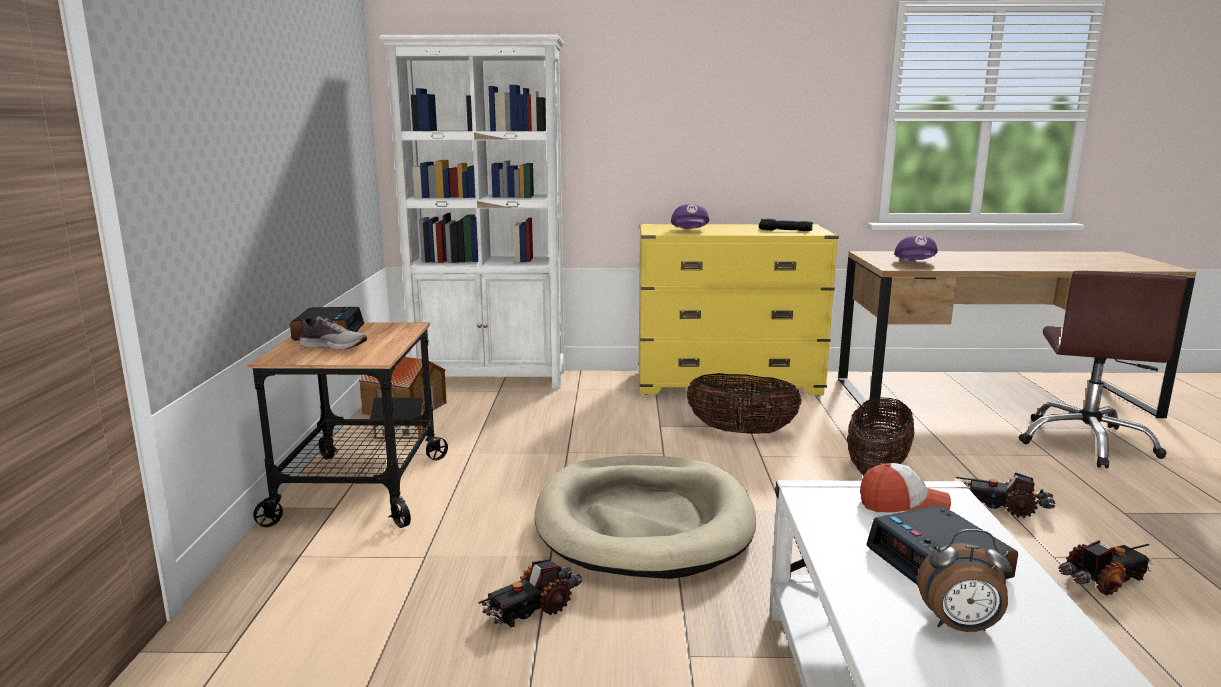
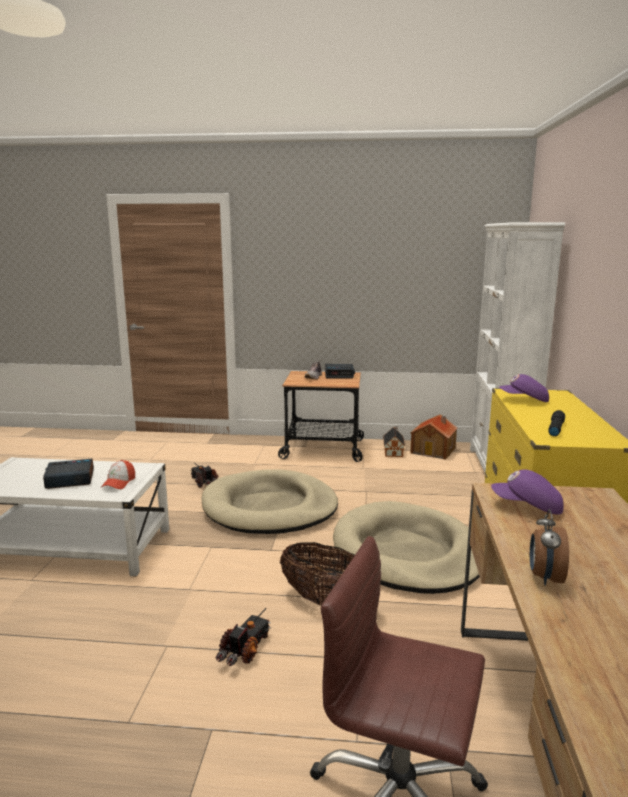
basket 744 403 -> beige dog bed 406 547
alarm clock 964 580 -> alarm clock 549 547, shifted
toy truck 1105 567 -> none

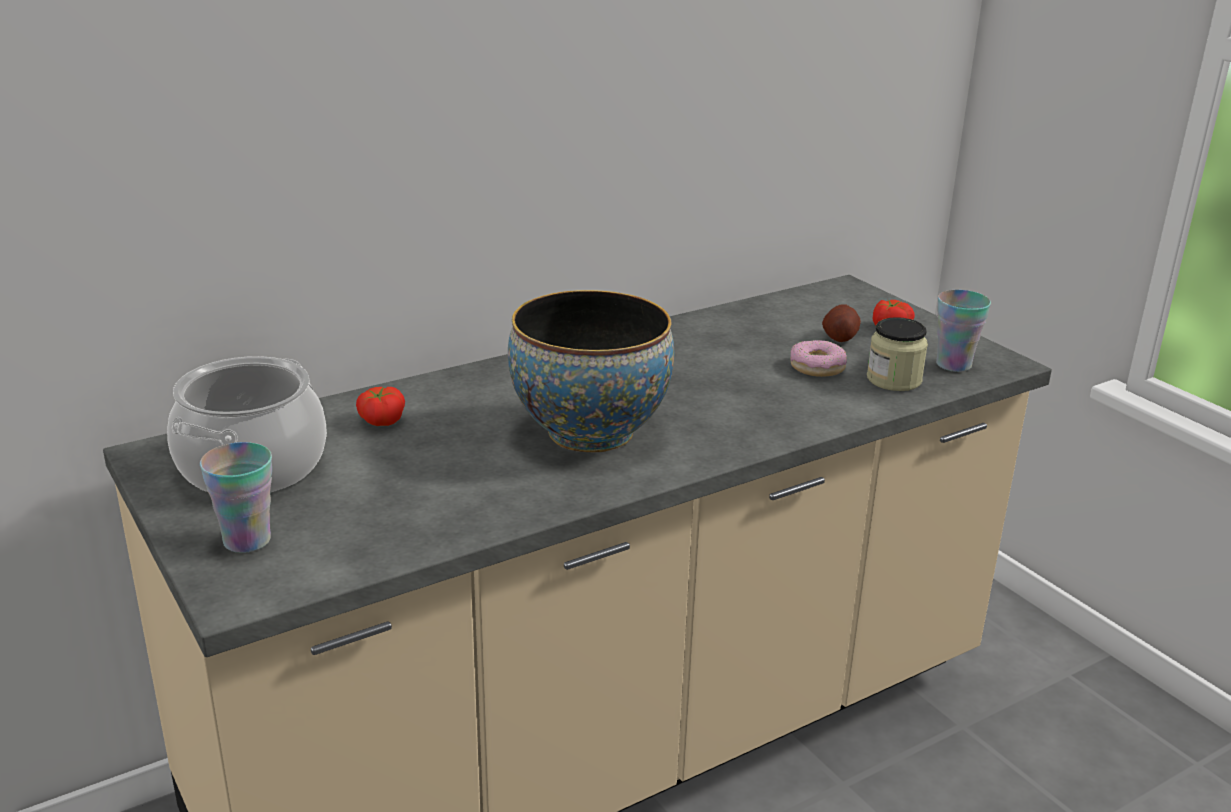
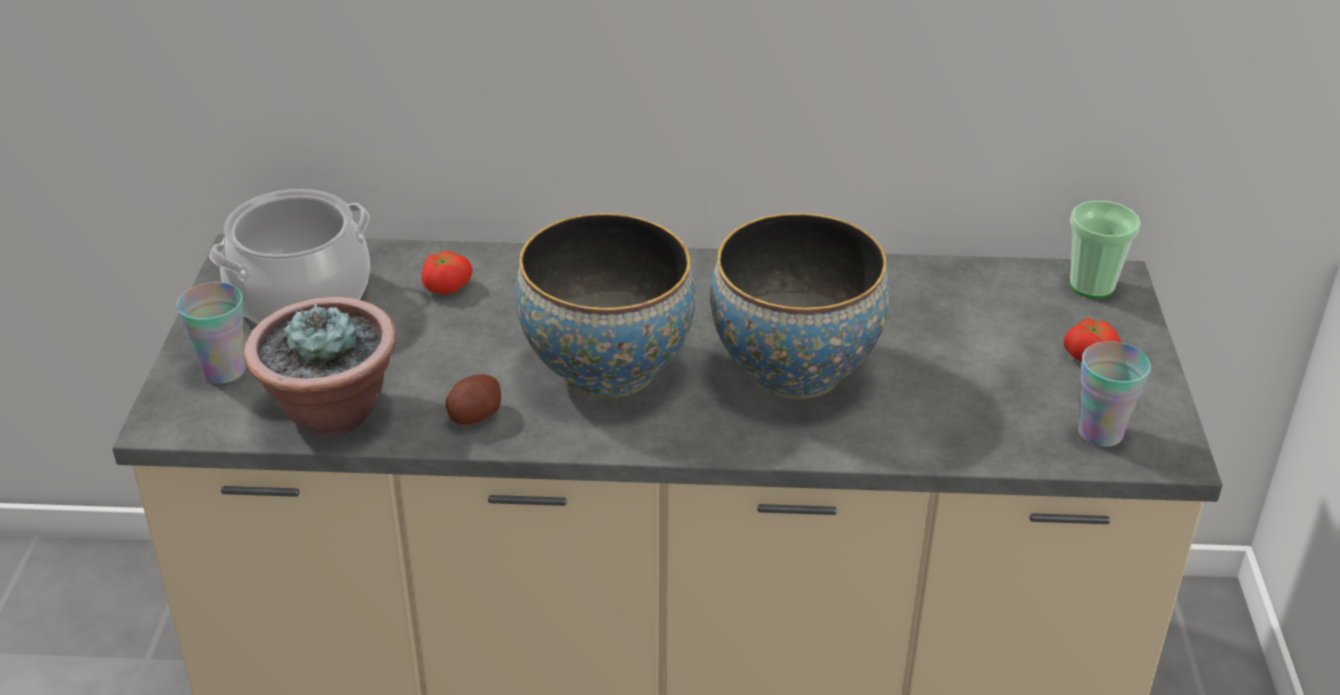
donut 819 358 -> none
potato 841 323 -> potato 473 399, shifted
jar 897 354 -> none
none -> potted plant 320 366
none -> bowl 800 306
none -> cup 1105 250

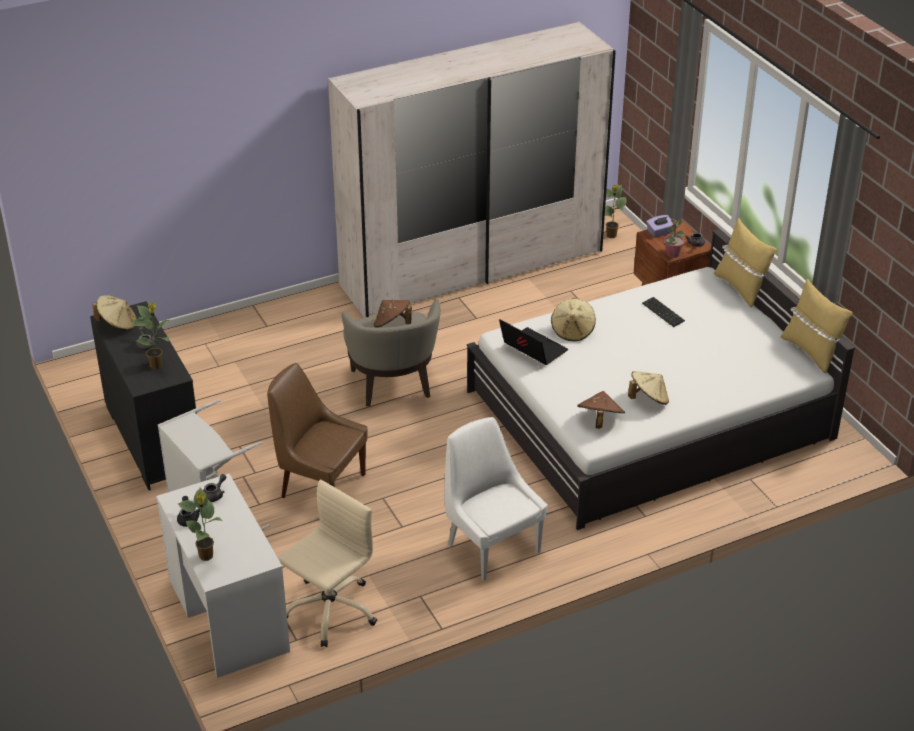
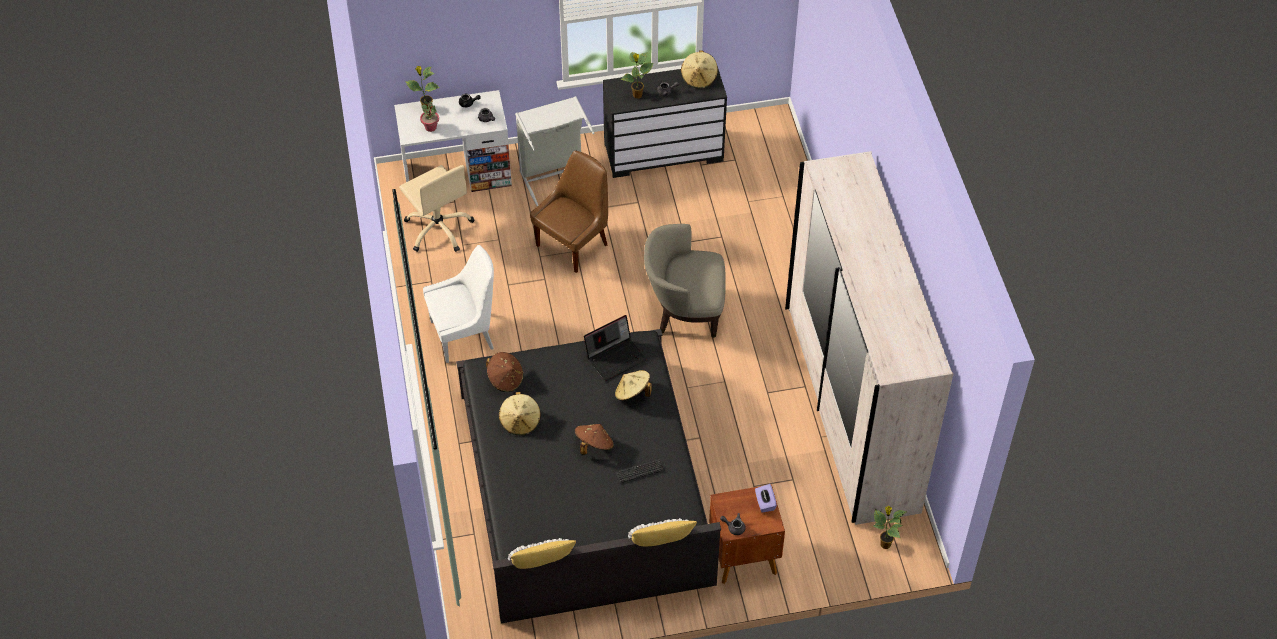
brown hat 393 314 -> brown hat 594 439, shifted
white bed 661 379 -> black bed 588 476
potted plant 674 238 -> potted plant 429 116, shifted

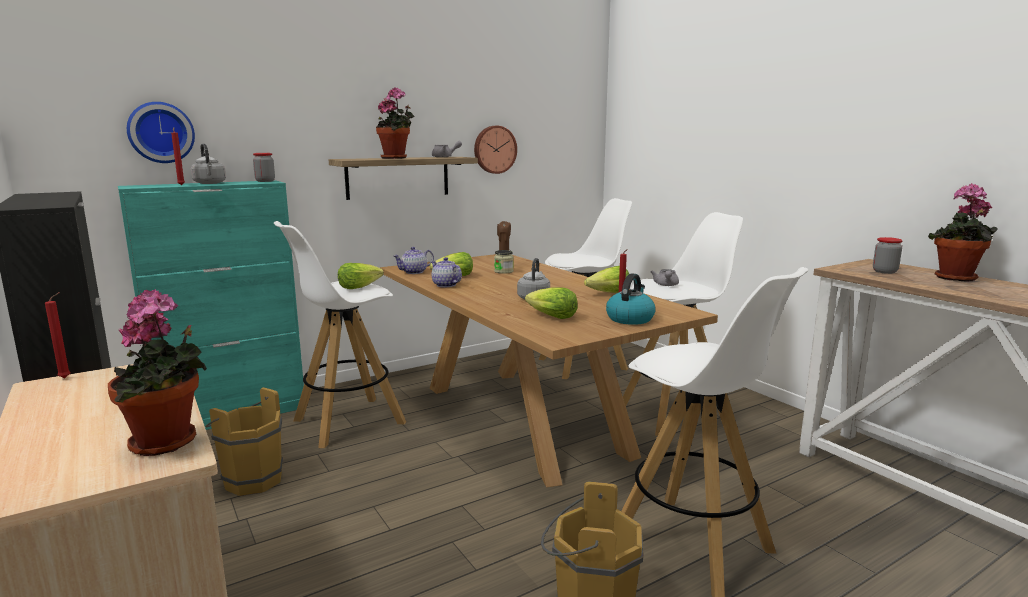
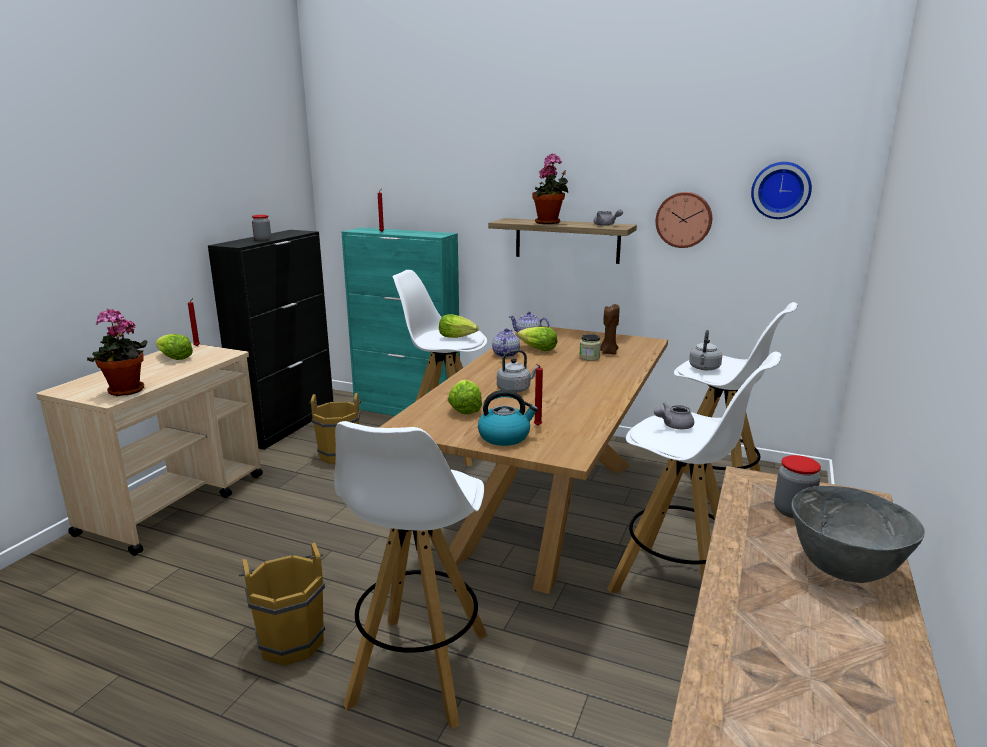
wall clock 161 132 -> wall clock 781 190, shifted
grey kettle 208 164 -> grey kettle 705 350, shifted
jar 264 167 -> jar 261 228, shifted
lettuce 606 279 -> lettuce 174 347, shifted
potted plant 963 232 -> grey bowl 858 534

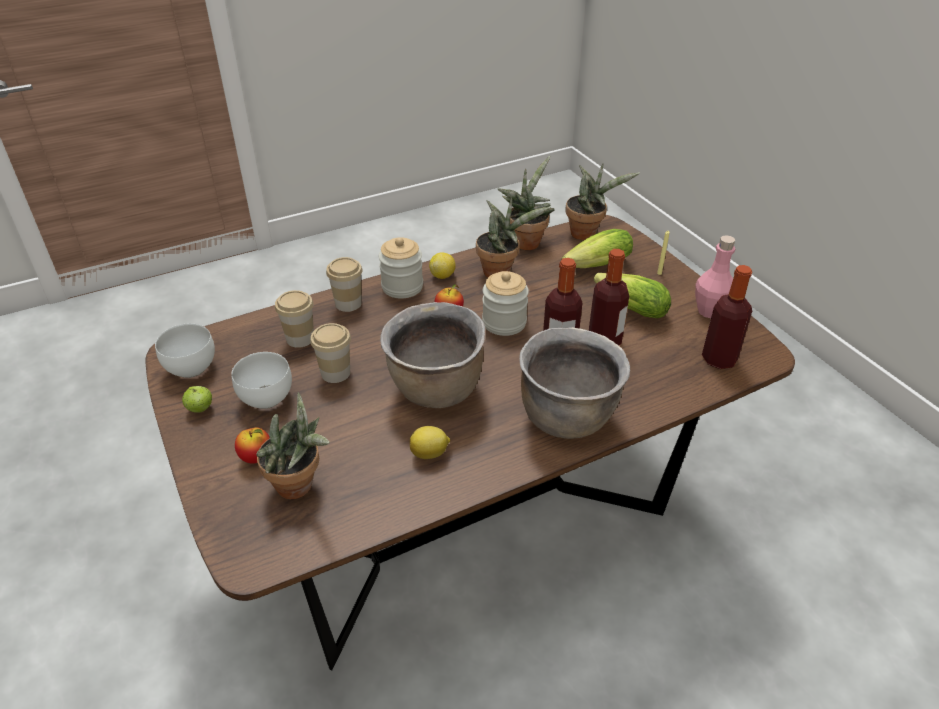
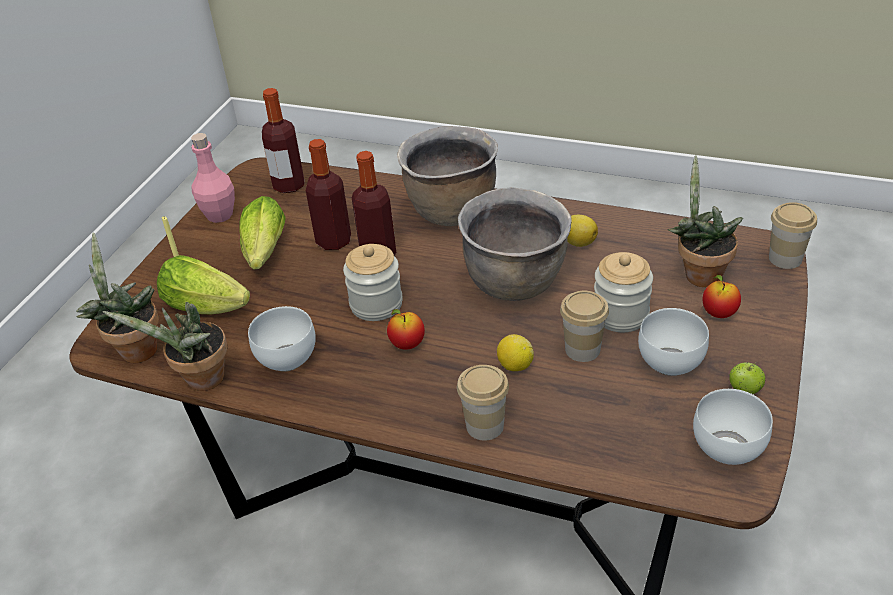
cup 294 319 -> cup 793 235, shifted
jar 401 268 -> jar 623 292, shifted
lemon 442 265 -> lemon 515 352, shifted
potted plant 513 238 -> white bowl 282 339

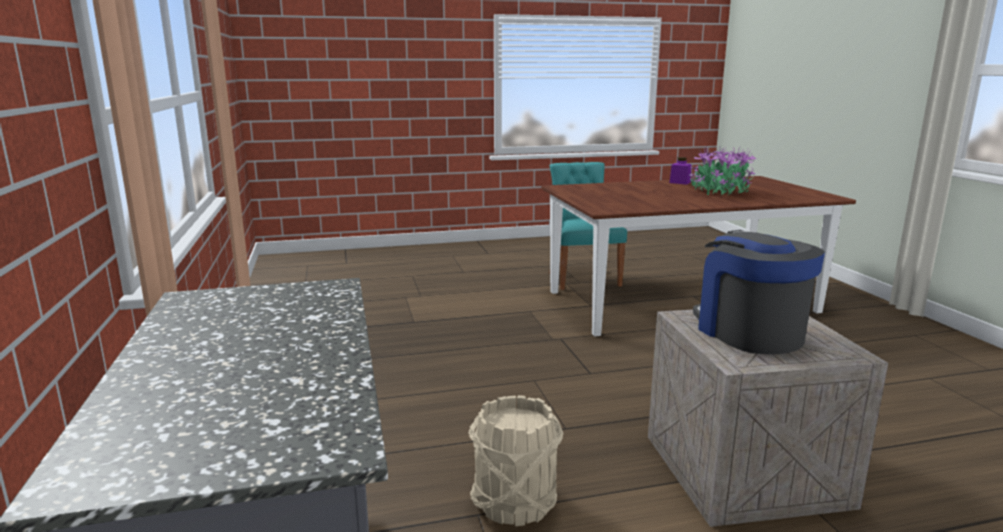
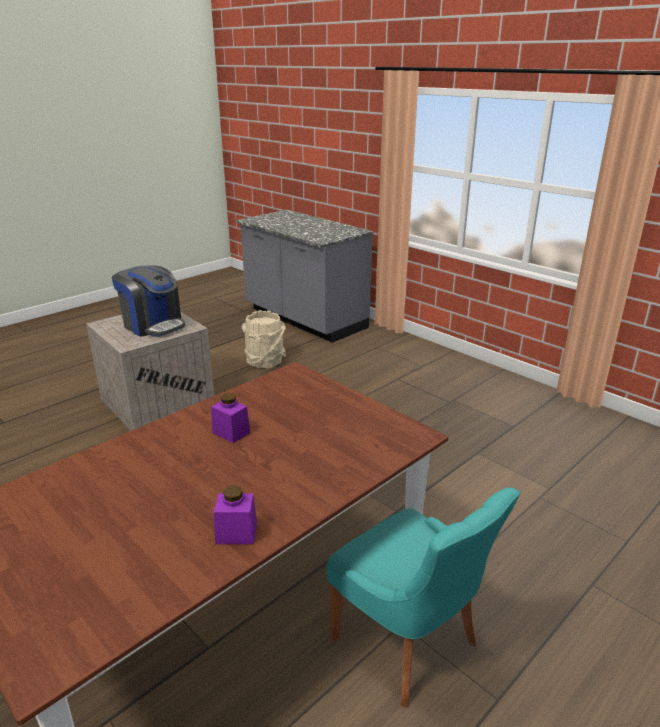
potted plant 723 170 -> none
none -> purple jar 230 418

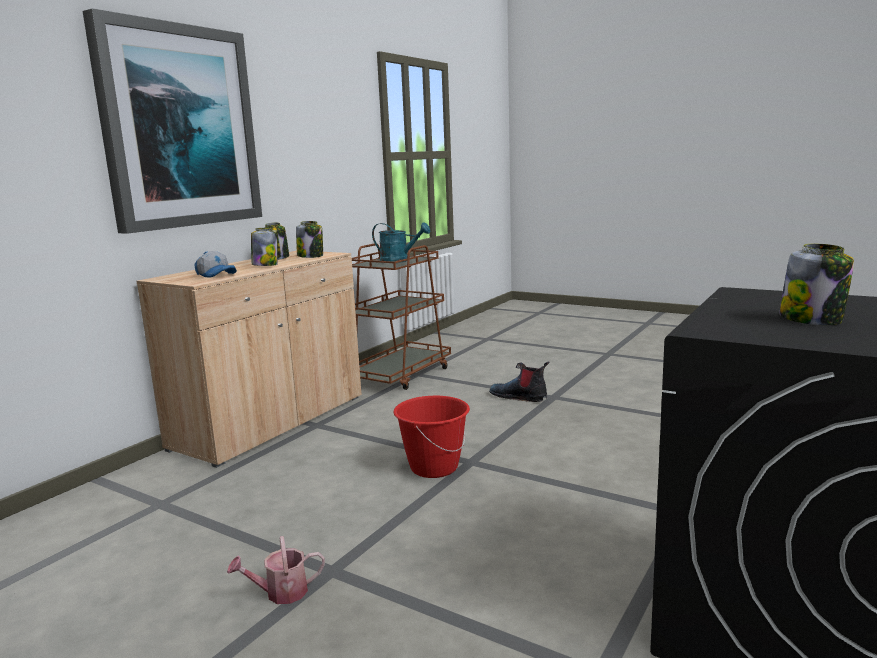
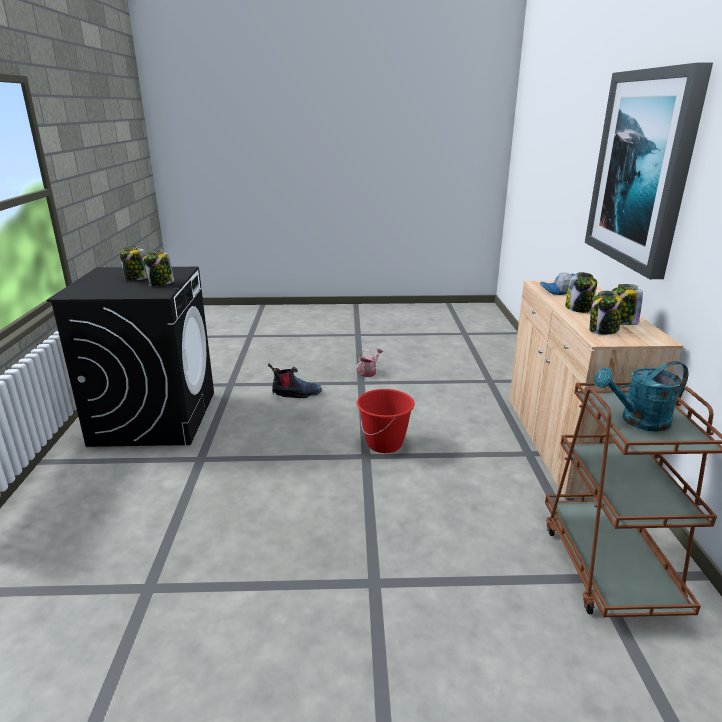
boot 519 381 -> boot 295 380, shifted
none -> jar 159 268

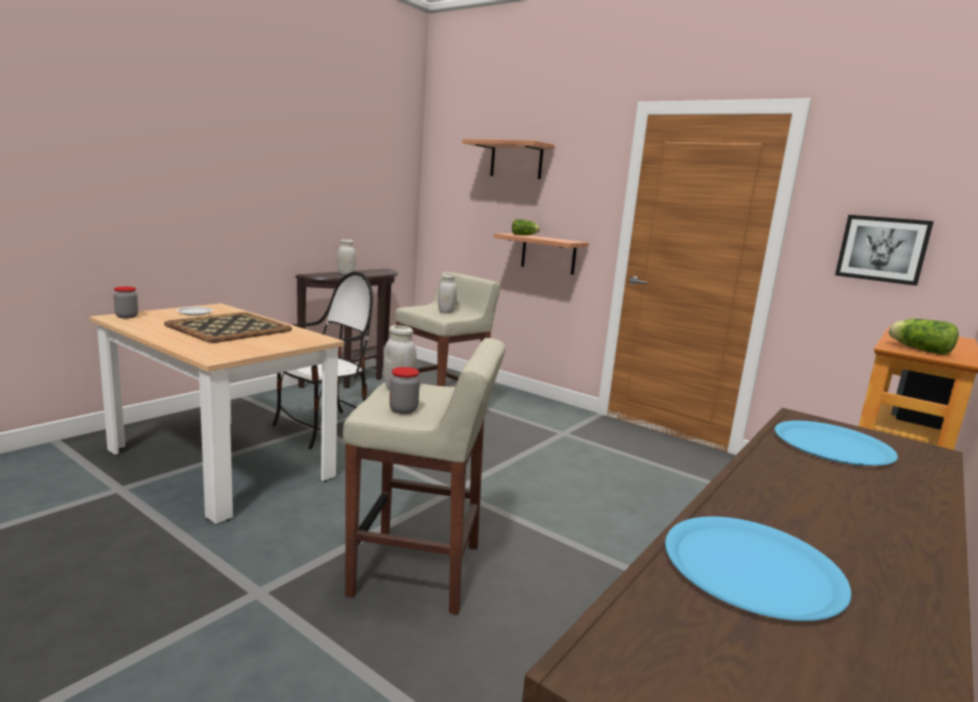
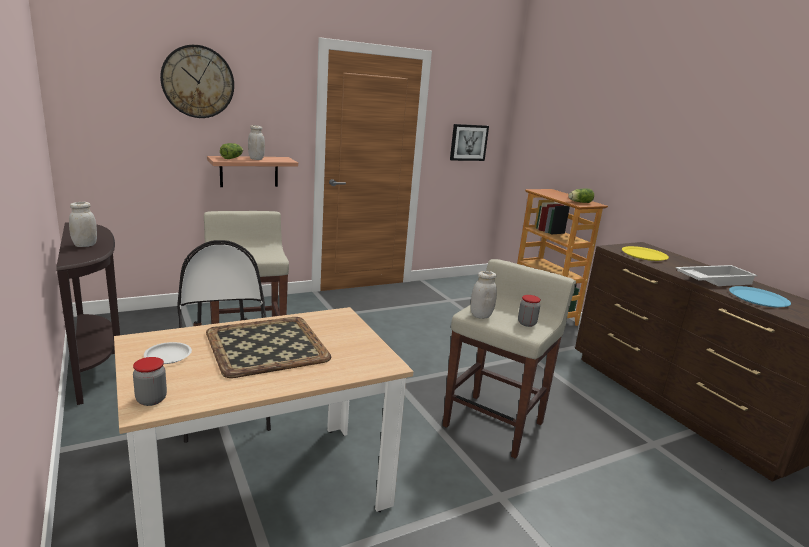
white jar 447 294 -> white jar 256 142, shifted
shelf 508 159 -> wall clock 197 81
blue plate 836 443 -> yellow plate 645 253
none -> white tray 716 275

